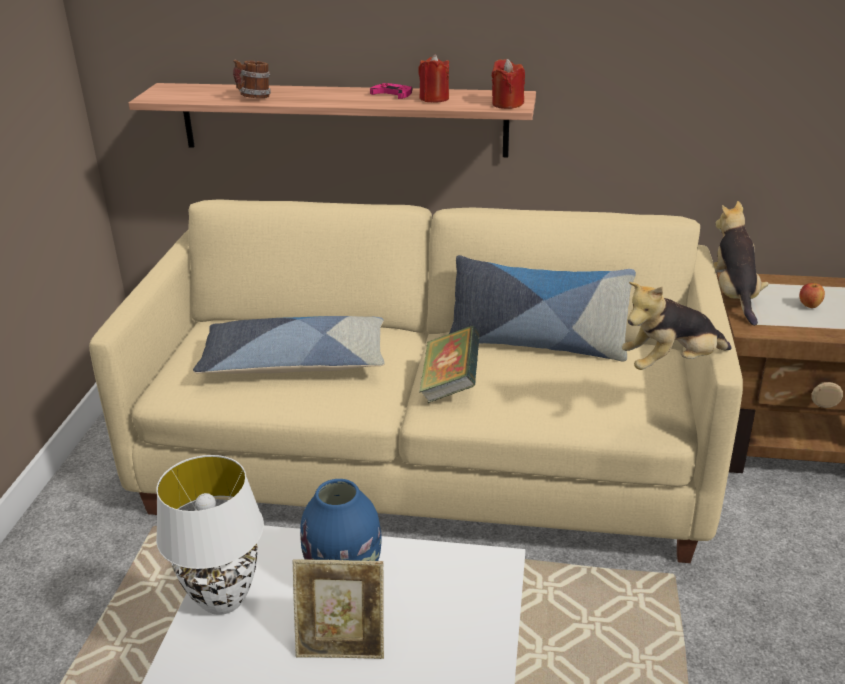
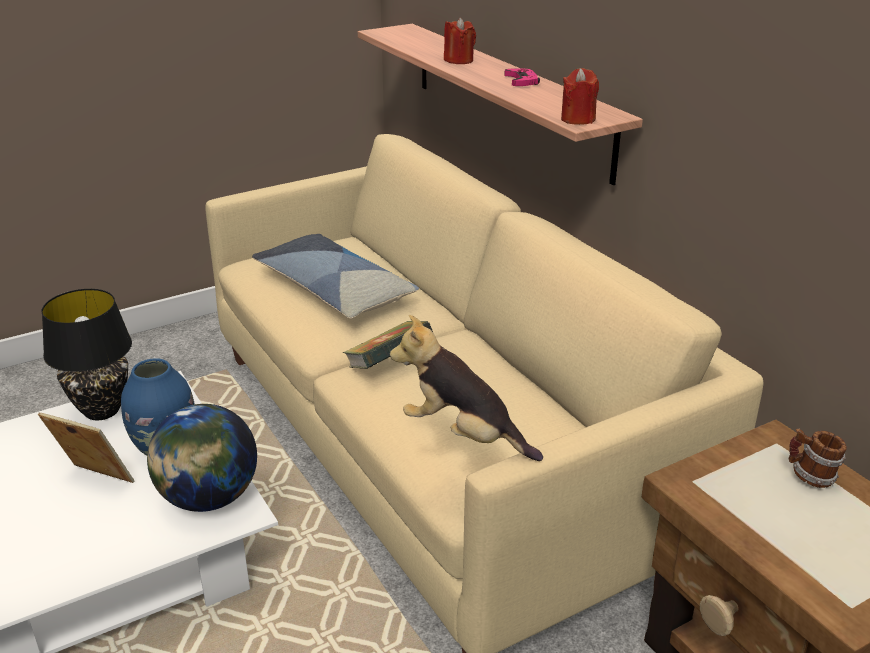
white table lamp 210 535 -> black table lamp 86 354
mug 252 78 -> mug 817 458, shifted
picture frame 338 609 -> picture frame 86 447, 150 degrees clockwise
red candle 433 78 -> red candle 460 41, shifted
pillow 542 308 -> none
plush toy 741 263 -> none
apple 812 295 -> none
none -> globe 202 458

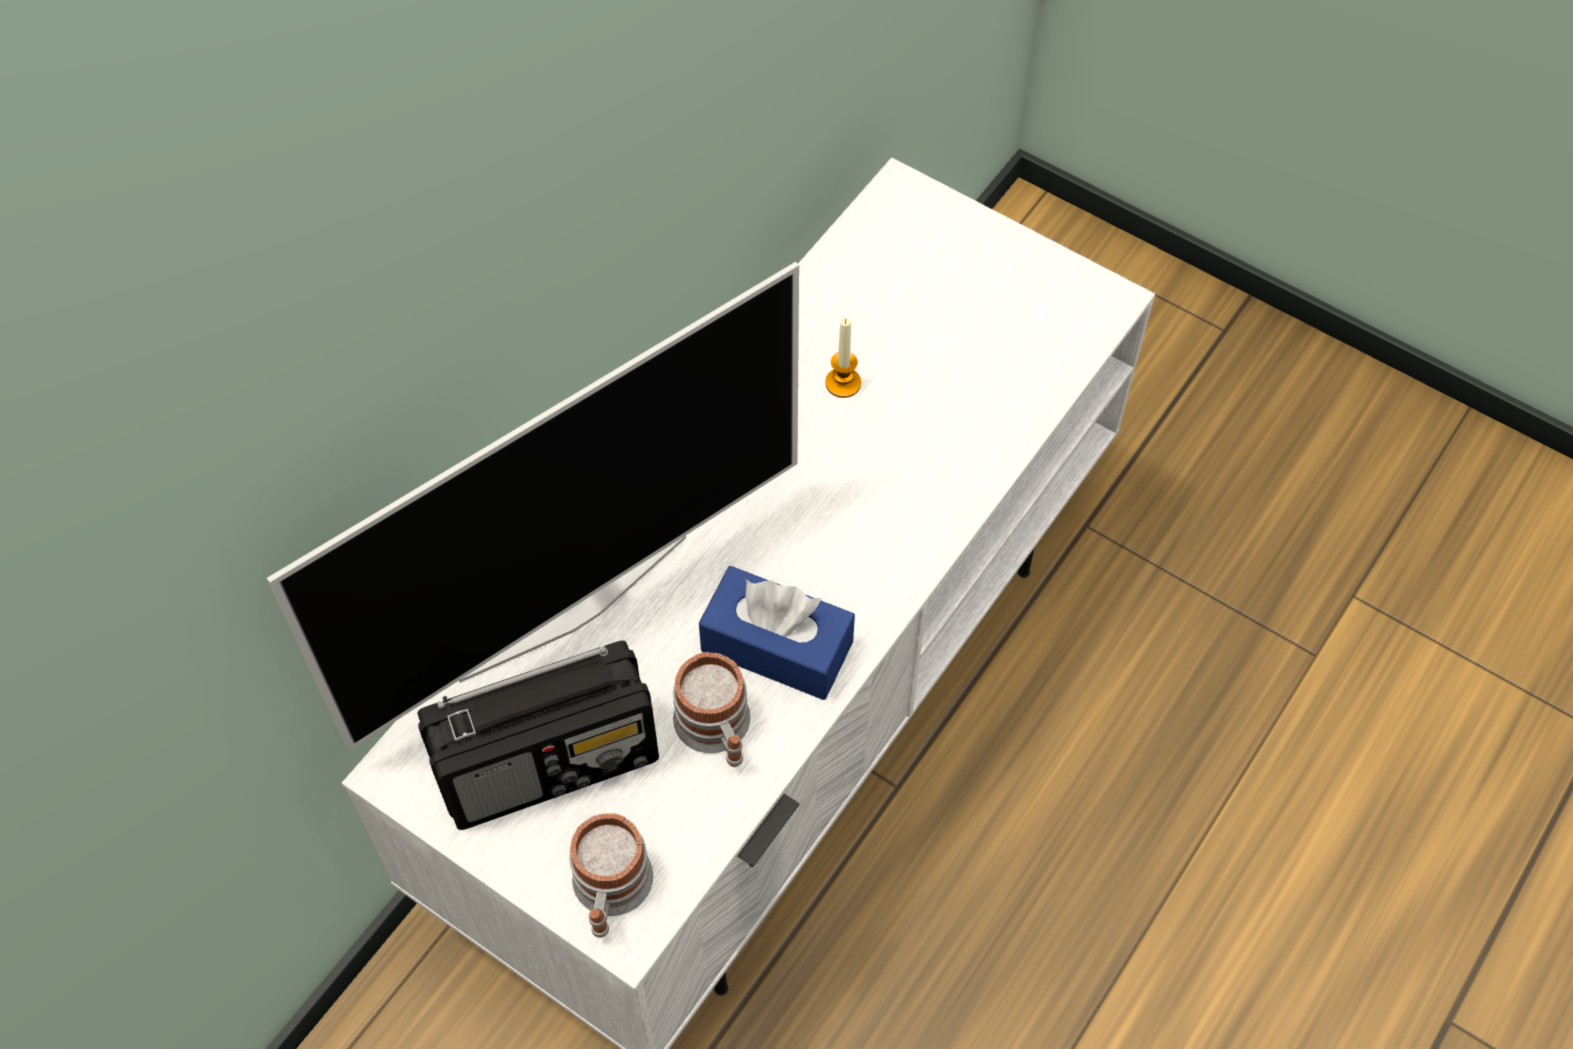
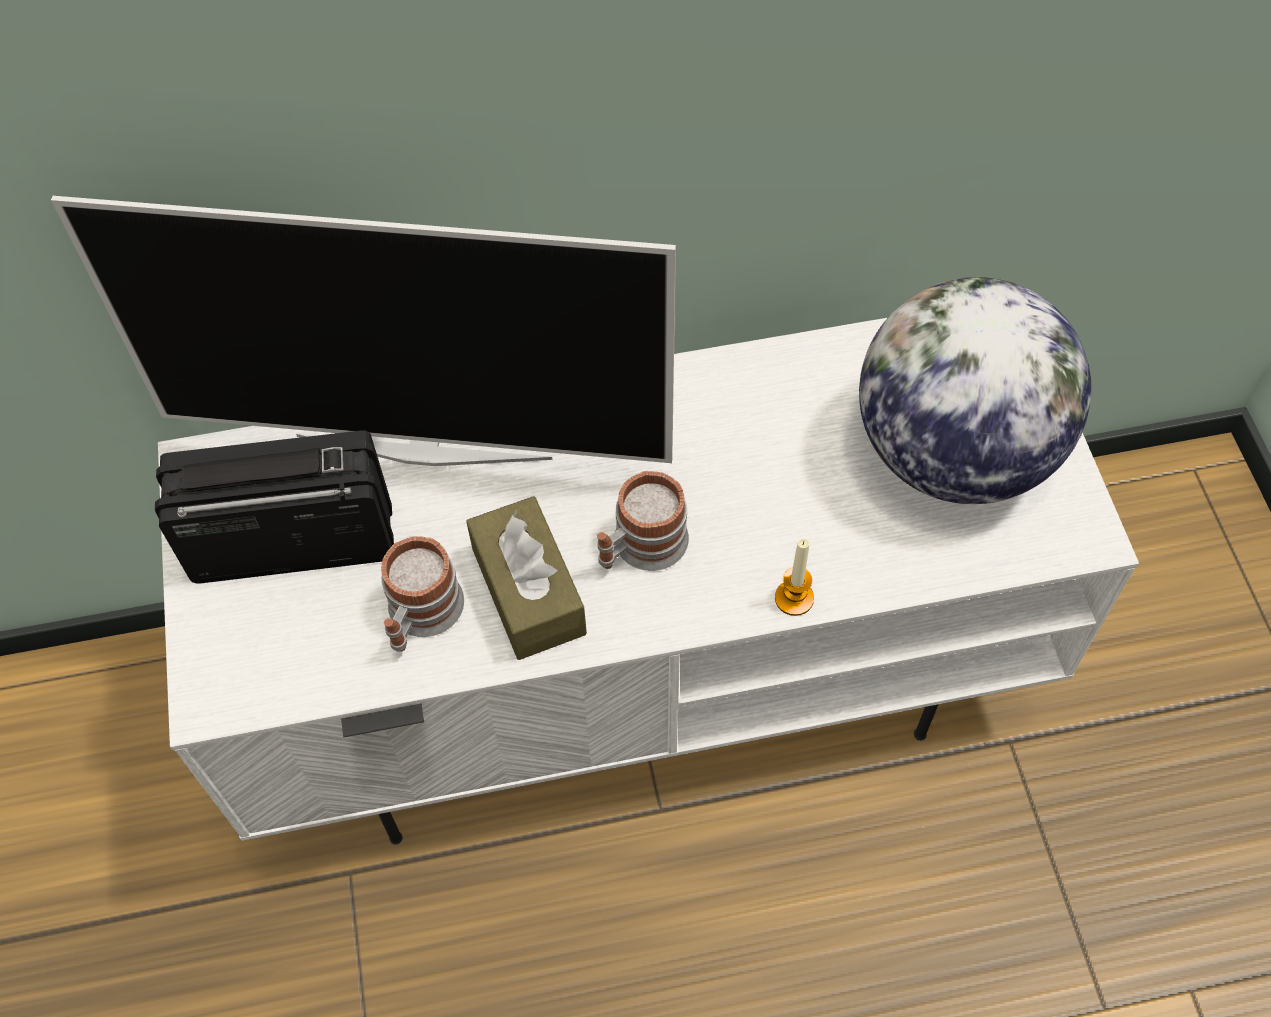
radio 538 735 -> radio 274 507, 150 degrees clockwise
mug 611 875 -> mug 643 521, shifted
blue tissue box 777 633 -> brown tissue box 526 578
candle 843 357 -> candle 794 577, shifted
none -> globe 975 390

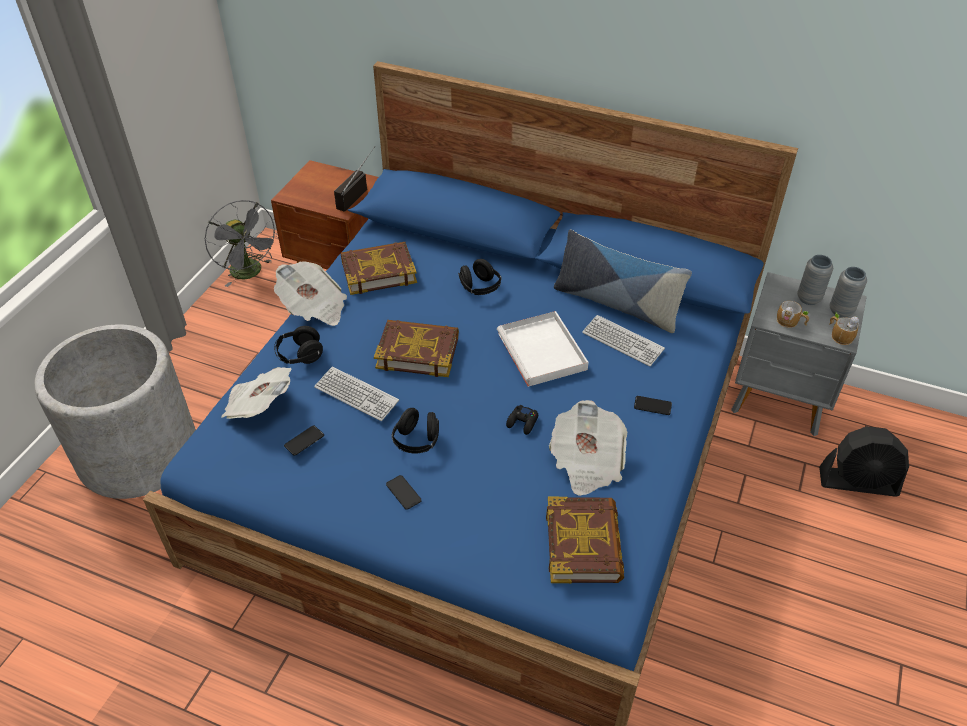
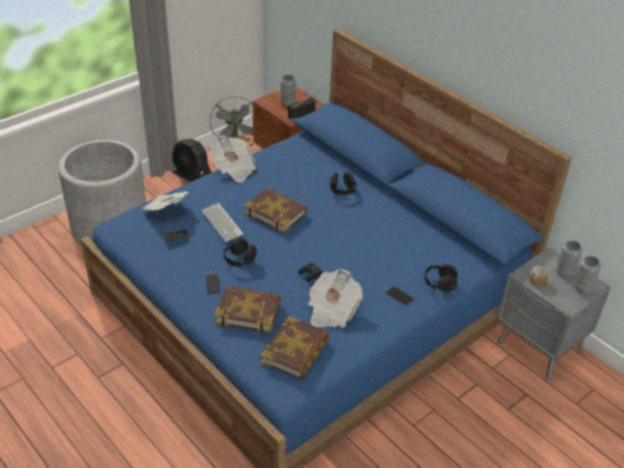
black headphones 298 345 -> black headphones 440 278, shifted
book 379 268 -> book 247 309, shifted
white tray 543 349 -> none
pillow 623 281 -> none
keyboard 623 340 -> none
black fan 864 461 -> black fan 191 160, shifted
mug 844 329 -> none
none -> grey vase 288 90

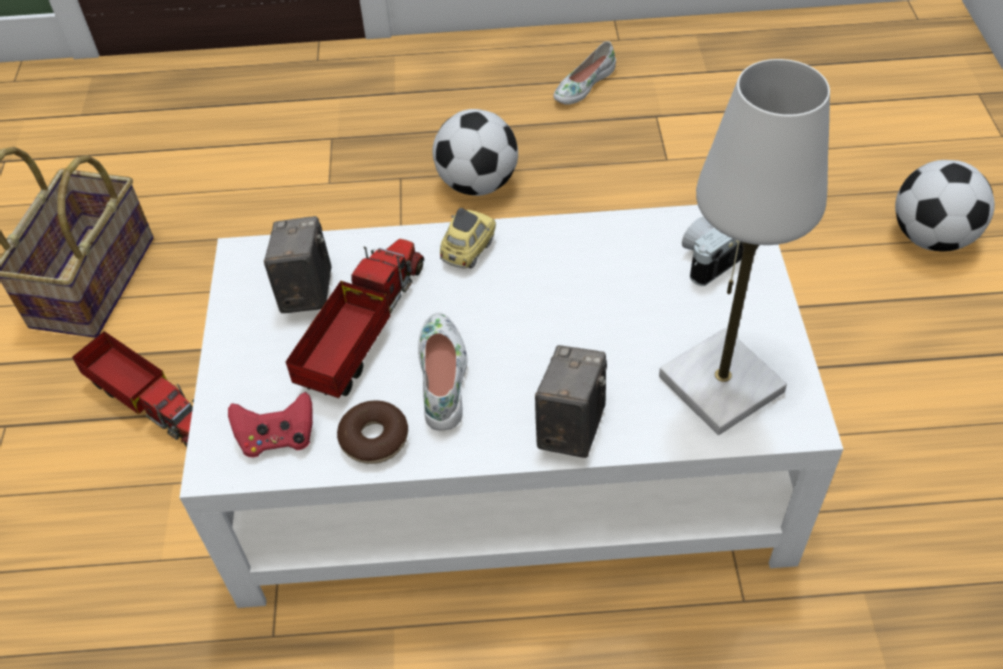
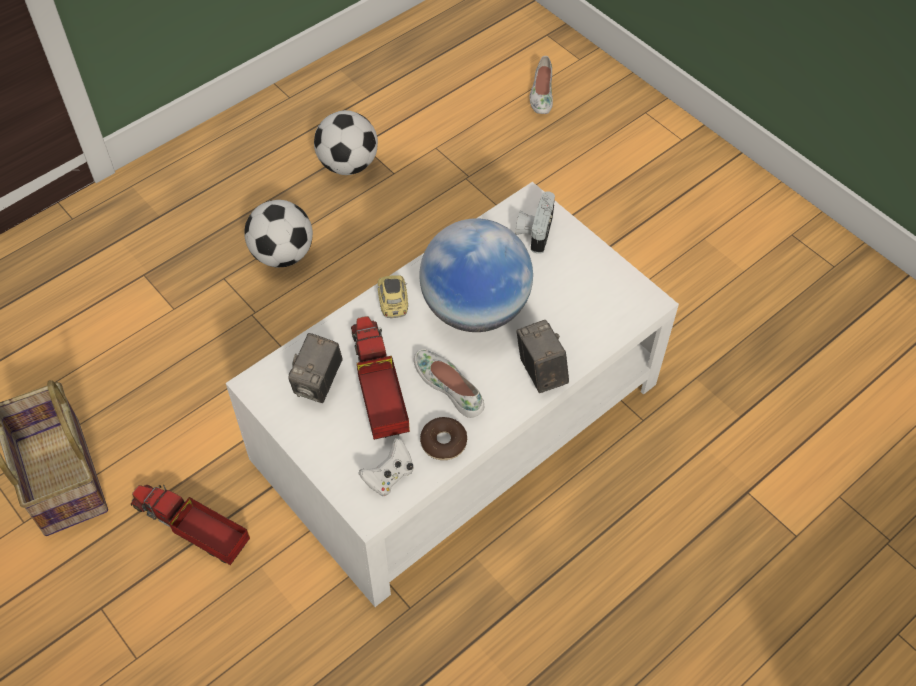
toy truck 133 389 -> toy truck 190 525, 150 degrees counterclockwise
red game controller 270 424 -> white game controller 386 467
photo camera 297 264 -> photo camera 315 368, 120 degrees counterclockwise
white shoe 584 73 -> white shoe 541 85, shifted
white table lamp 744 247 -> none
football 945 205 -> football 346 142, shifted
none -> globe 476 275

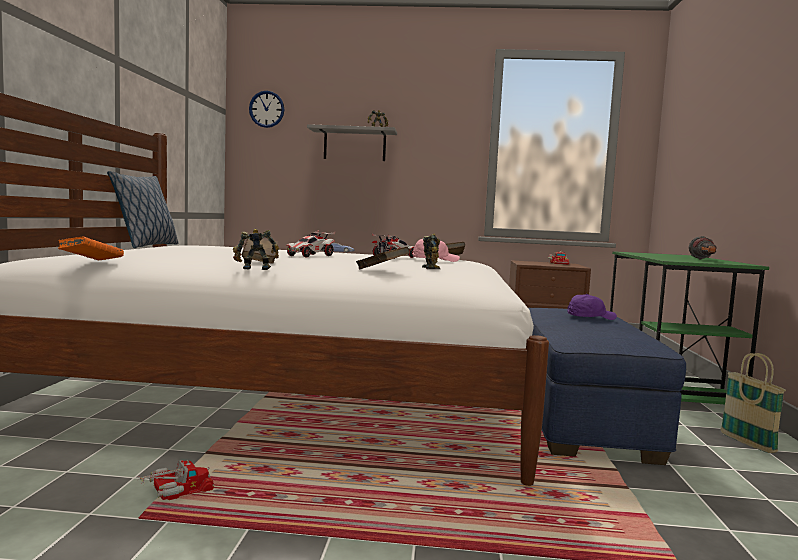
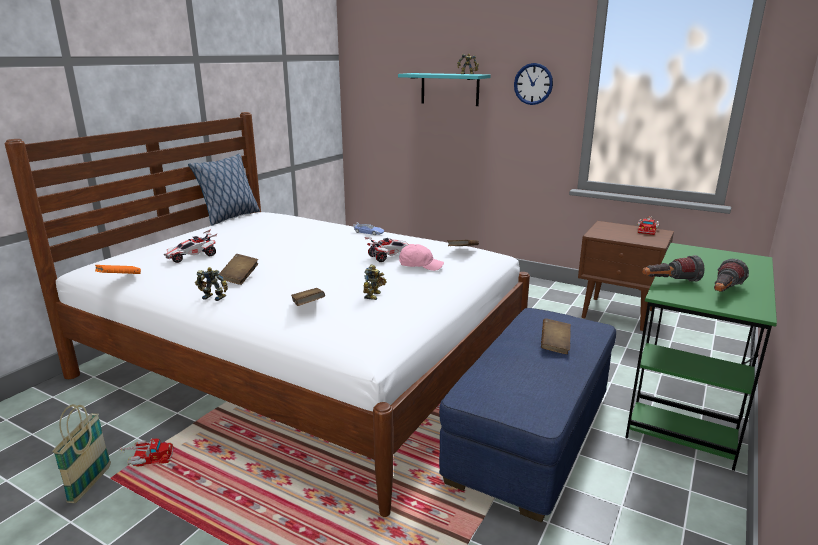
wall clock 266 109 -> wall clock 533 84, shifted
toy car 311 243 -> toy car 190 246, shifted
grey shelf 352 142 -> turquoise shelf 444 89
purple cap 592 307 -> brown book 556 336
basket 753 403 -> basket 81 453, shifted
none -> flashlight 673 268

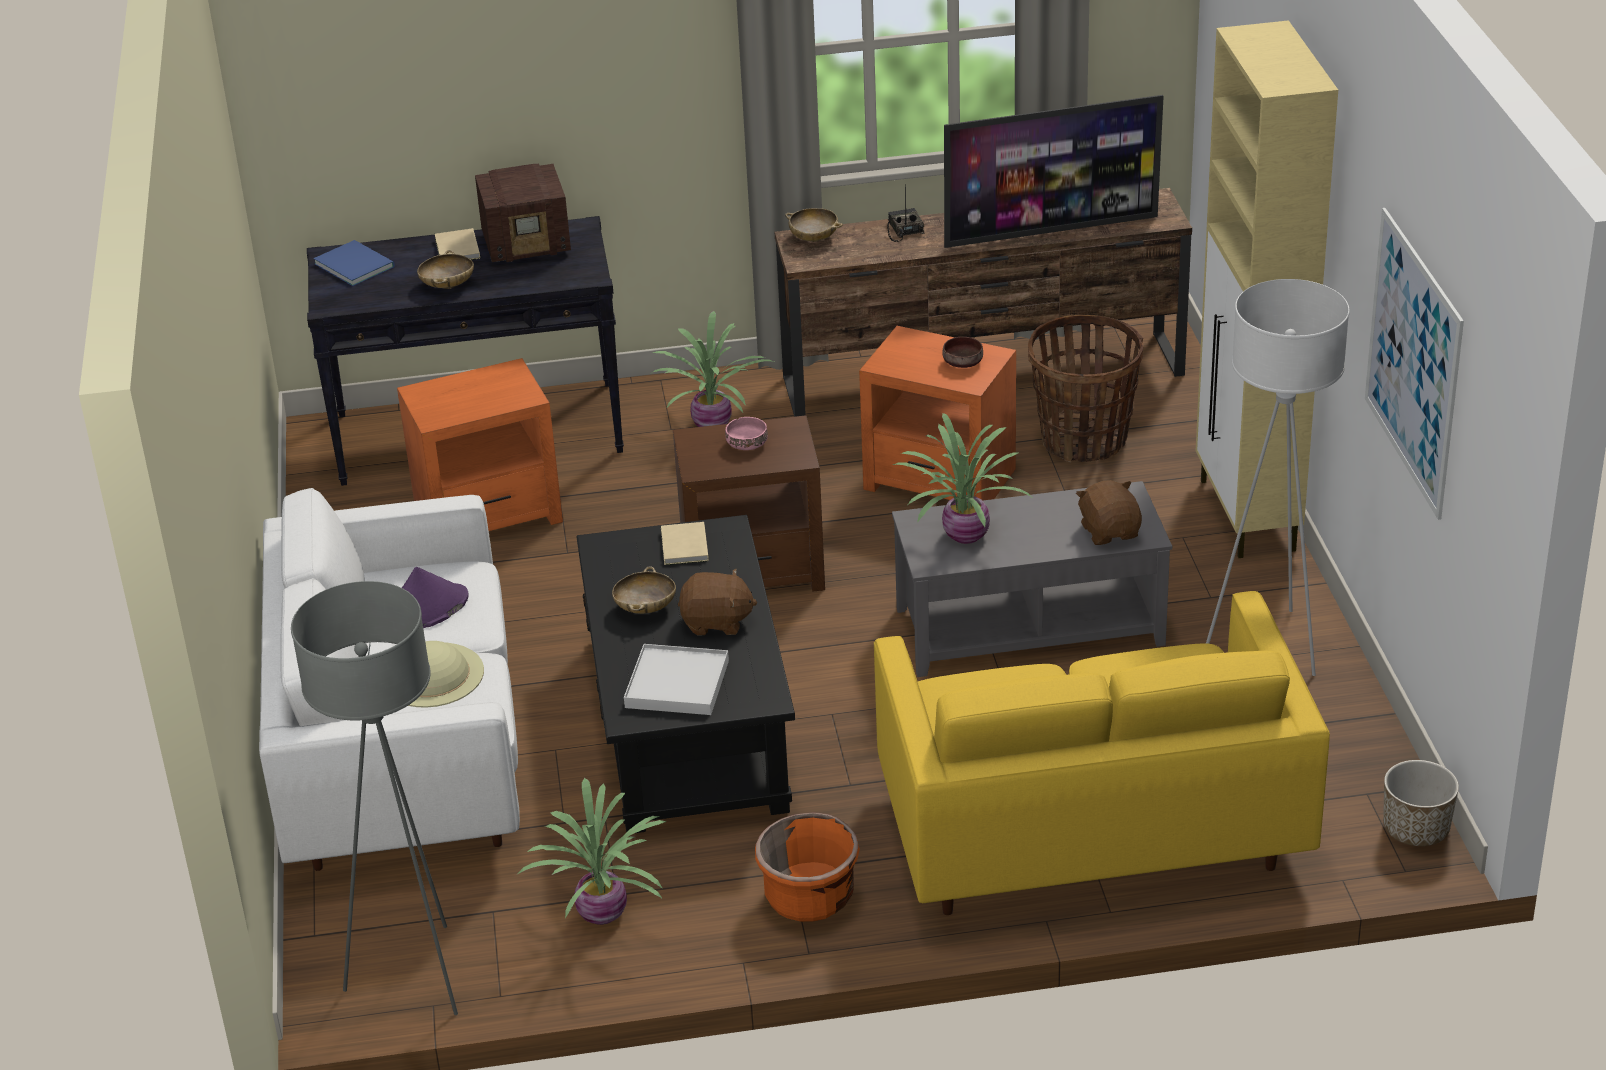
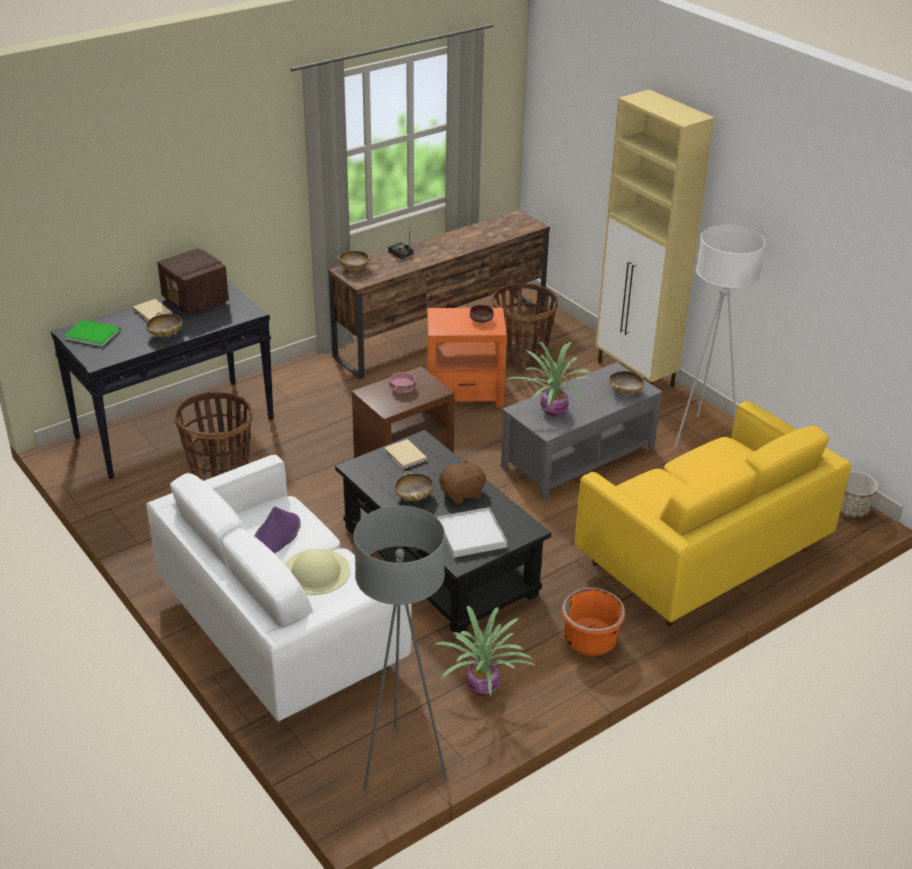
blue book 354 263 -> green book 92 333
orange side table 480 444 -> basket 213 436
radio 523 213 -> radio 193 281, 90 degrees clockwise
potted plant 713 369 -> none
television 1054 171 -> none
brown plush toy 1109 512 -> beige bowl 626 382
picture 1414 364 -> none

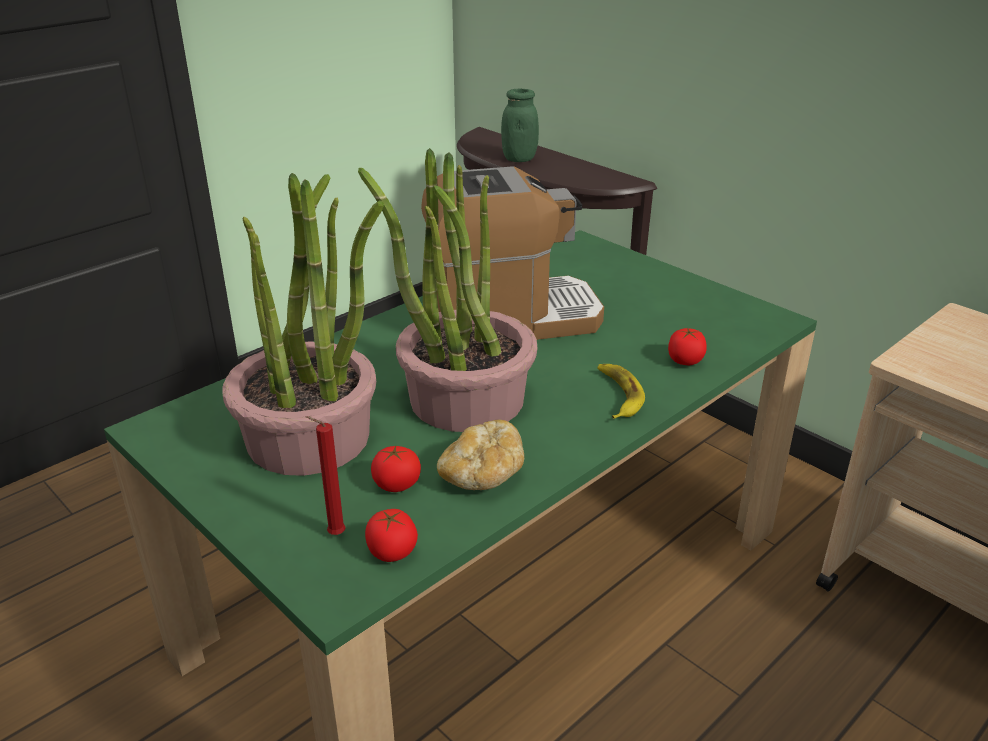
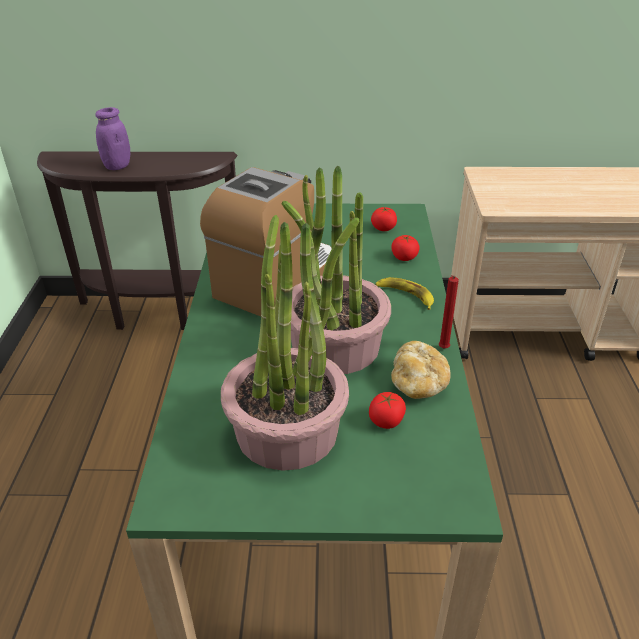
red candle 326 475 -> red candle 449 312, shifted
tomato 391 535 -> tomato 384 219, shifted
green jar 520 125 -> purple jar 112 138

